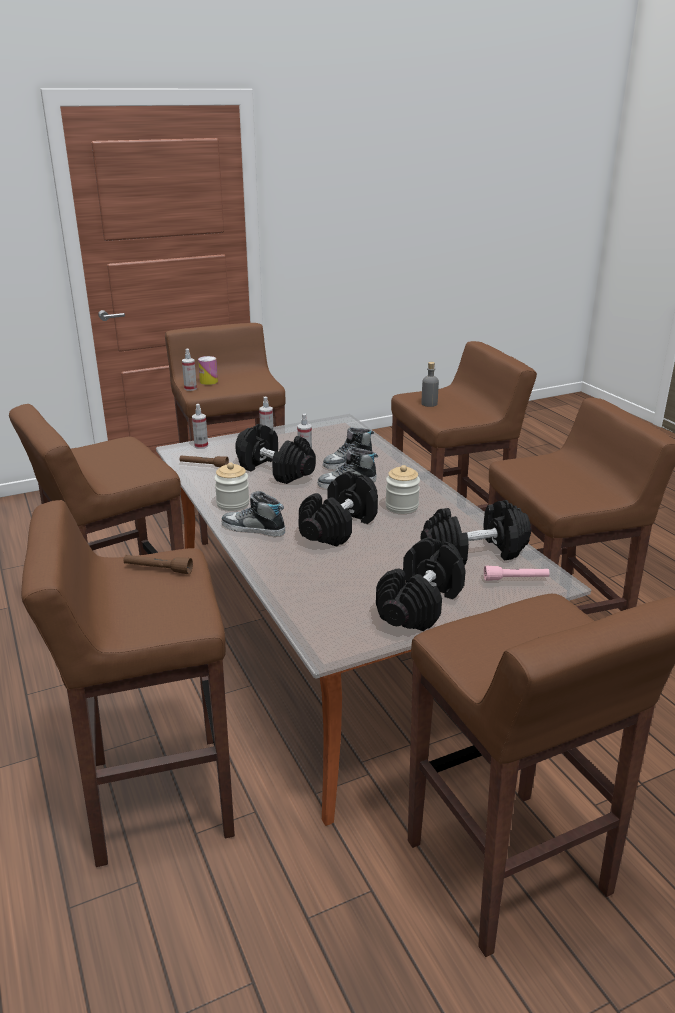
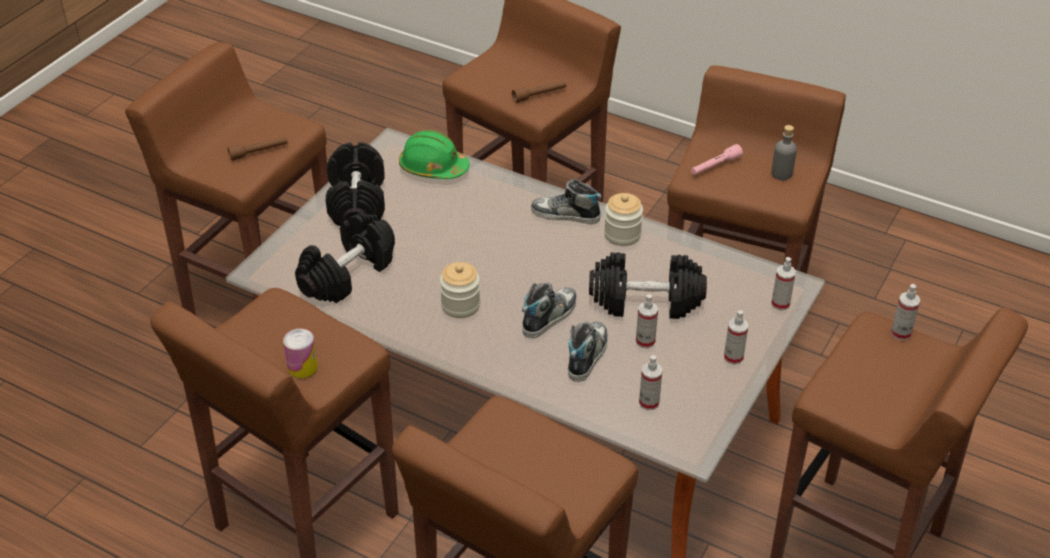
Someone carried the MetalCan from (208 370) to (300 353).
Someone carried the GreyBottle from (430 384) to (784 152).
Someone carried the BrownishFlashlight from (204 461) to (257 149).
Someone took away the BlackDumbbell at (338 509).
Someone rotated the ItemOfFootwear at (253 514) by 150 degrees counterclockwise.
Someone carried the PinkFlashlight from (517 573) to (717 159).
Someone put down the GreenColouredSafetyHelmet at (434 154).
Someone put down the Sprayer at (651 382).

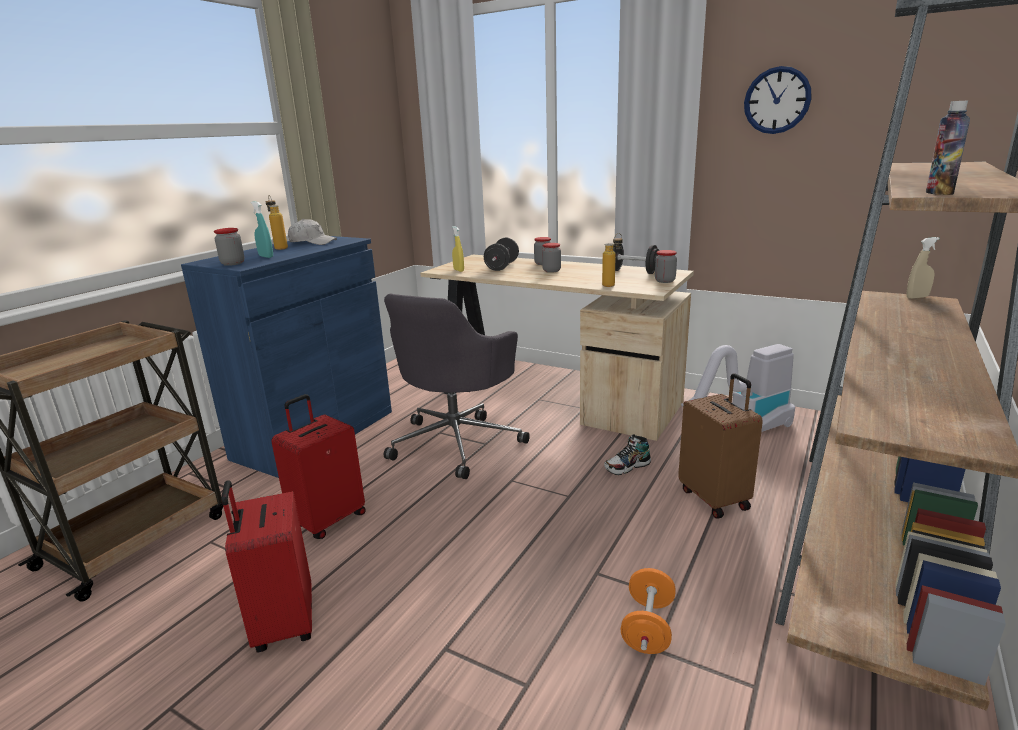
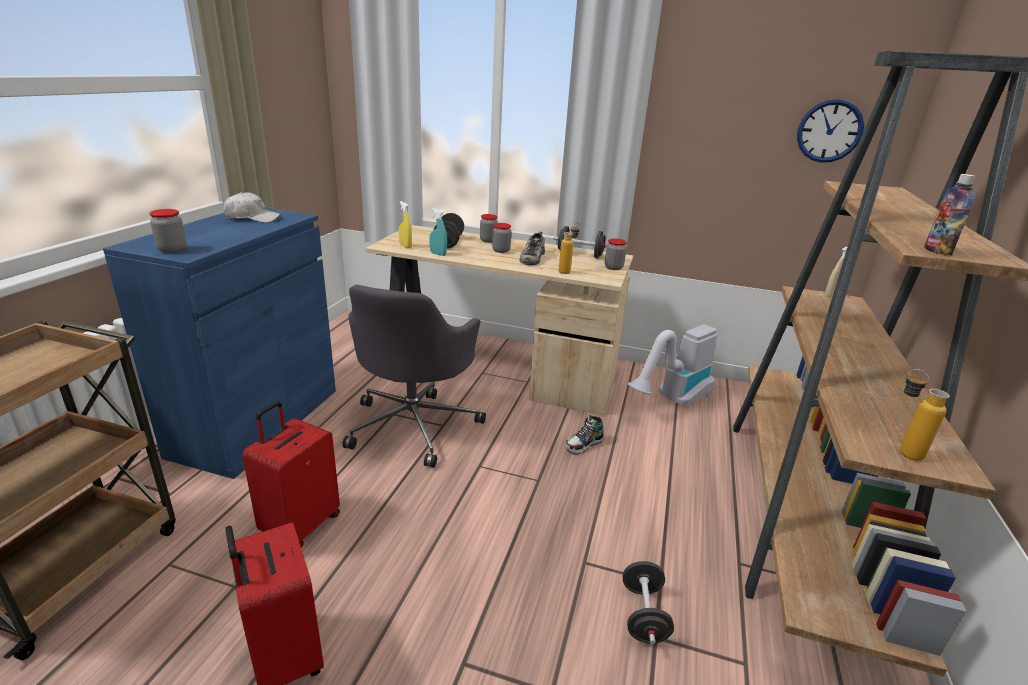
Someone carried the ClockOnTheWall from (778 100) to (830 131).
Someone carried the Bottle from (276 222) to (925 415).
Someone carried the TurquoiseSprayer from (262 229) to (438 232).
Someone took away the BrownishSuitcase at (720 446).
Someone repainted the OrangeyDumbbell at (648 611), which became the BlackDumbbell at (648 602).
Someone put down the ItemOfFootwear at (532 248).

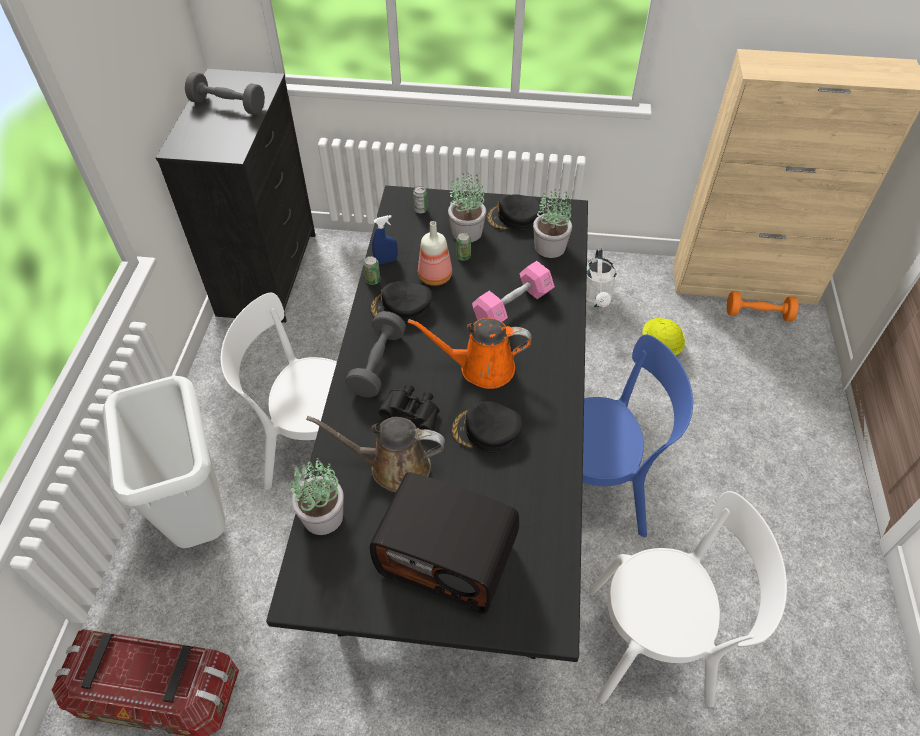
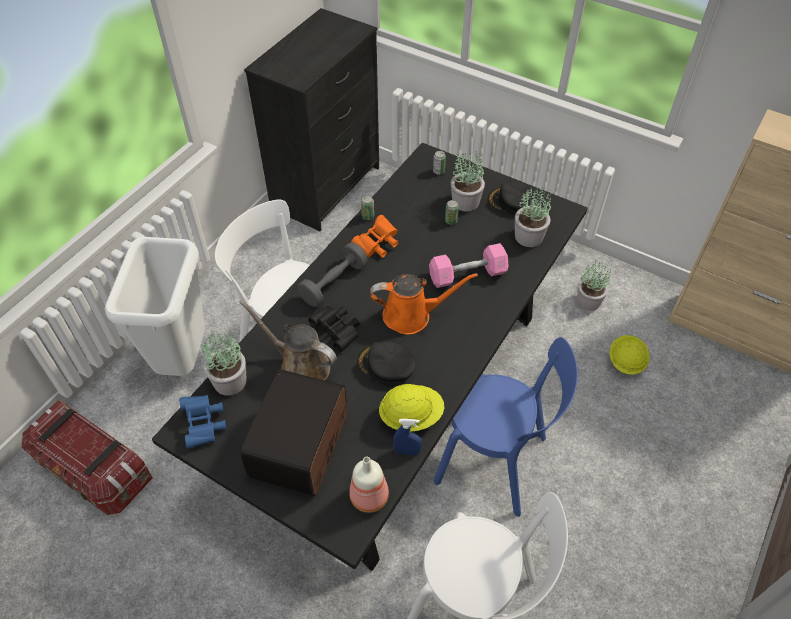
Someone took away the GreyDumbbell at (225 93).
Someone carried the BluishSprayer from (384 240) to (407 437).
Someone carried the Bottle from (435 253) to (369 485).
Someone swapped the WhiteWateringCan at (601 277) for the PlantInAPot at (594 285).
Someone swapped the BlackPeakedCap at (400 302) for the OrangeyFieldGlasses at (375 236).
Someone took away the OrangeyDumbbell at (763 306).
Someone rotated the OrangeyWateringCan at (469 353) by 150 degrees clockwise.
Someone rotated the RadioSet at (444 543) by 60 degrees clockwise.
Someone put down the YellowSafetyHelmet at (411 408).
Someone put down the BluishFieldGlasses at (202 421).

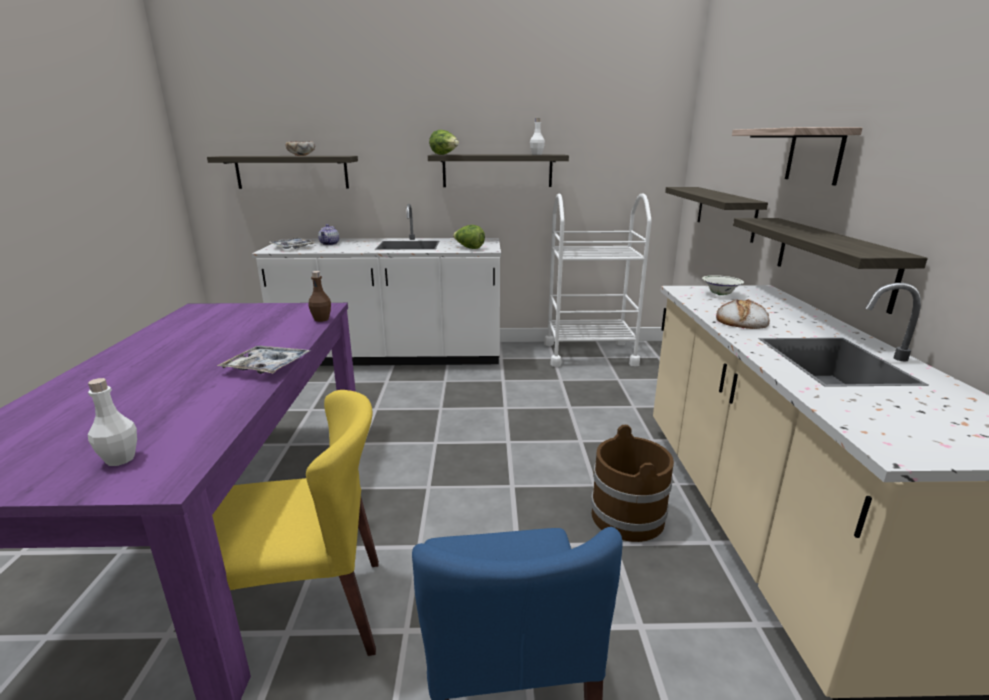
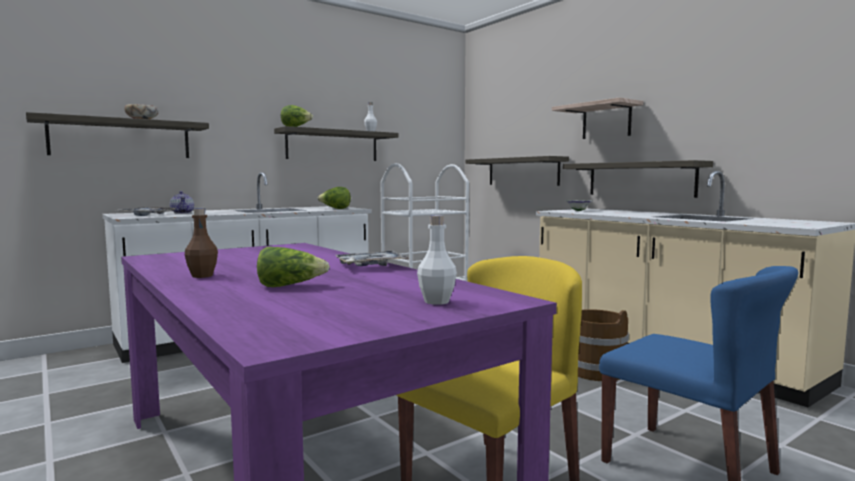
Someone carried the BrownishBottle from (320 296) to (201 243).
Someone took away the BakeryBread at (743 314).
Someone put down the Lettuce at (293 267).

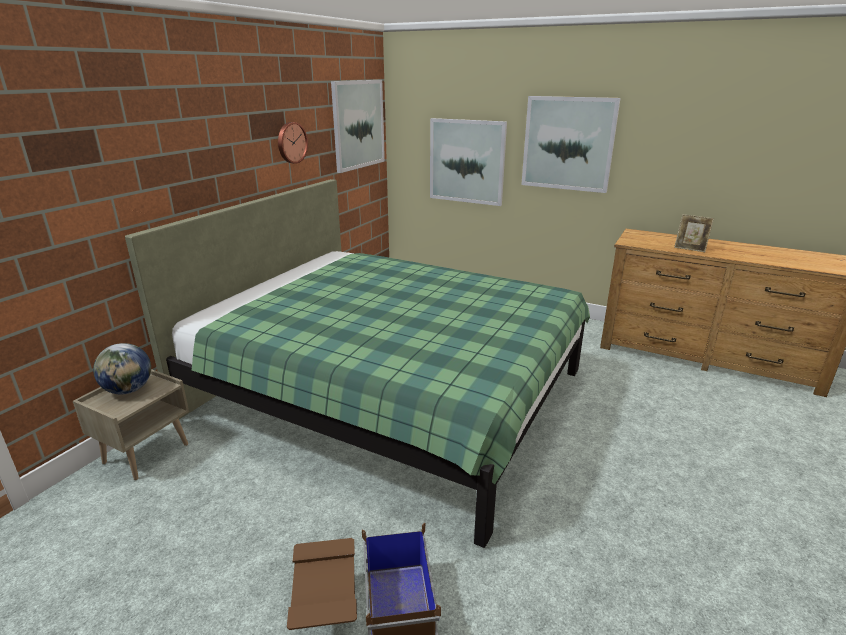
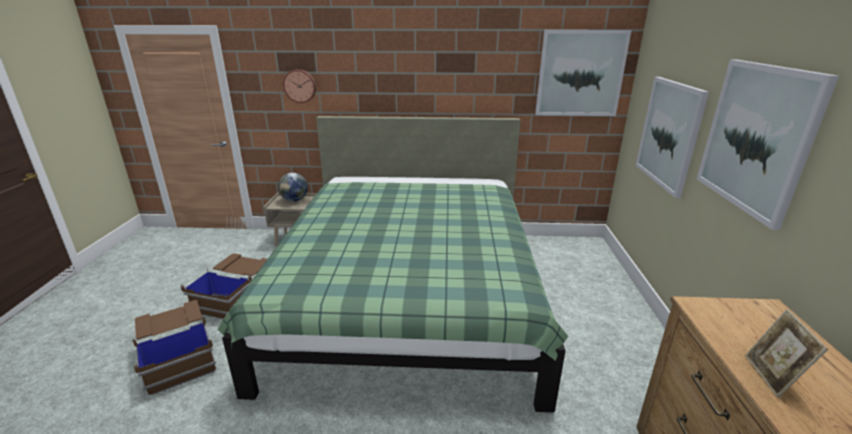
Someone carried the ClockOnTheWall from (293 143) to (299 86).
Someone put down the BrownishStorageBin at (224 286).

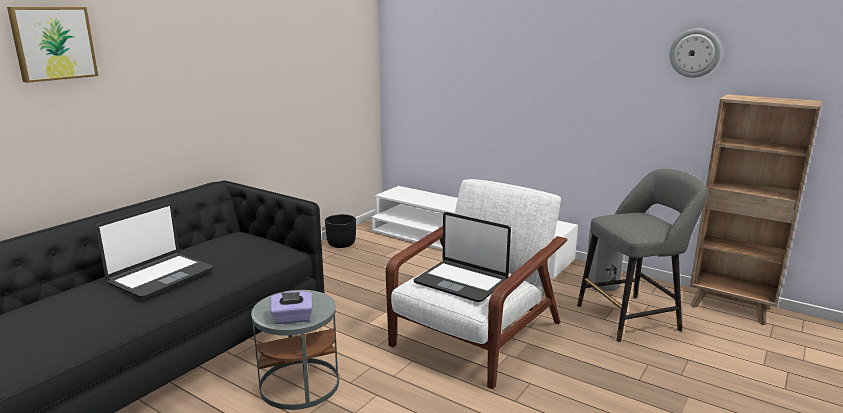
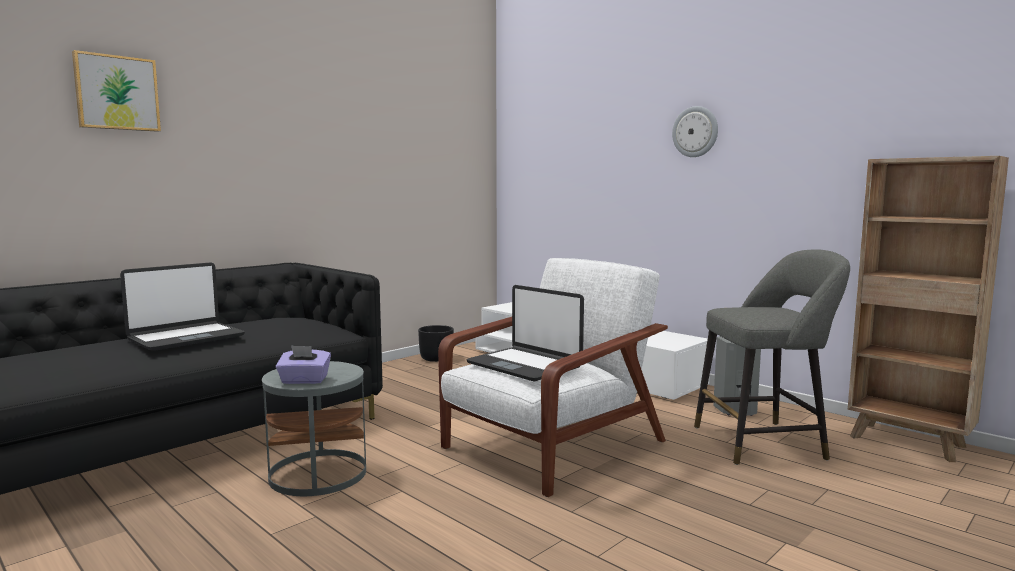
Someone carried the ClockOnTheWall from (695 53) to (695 131).

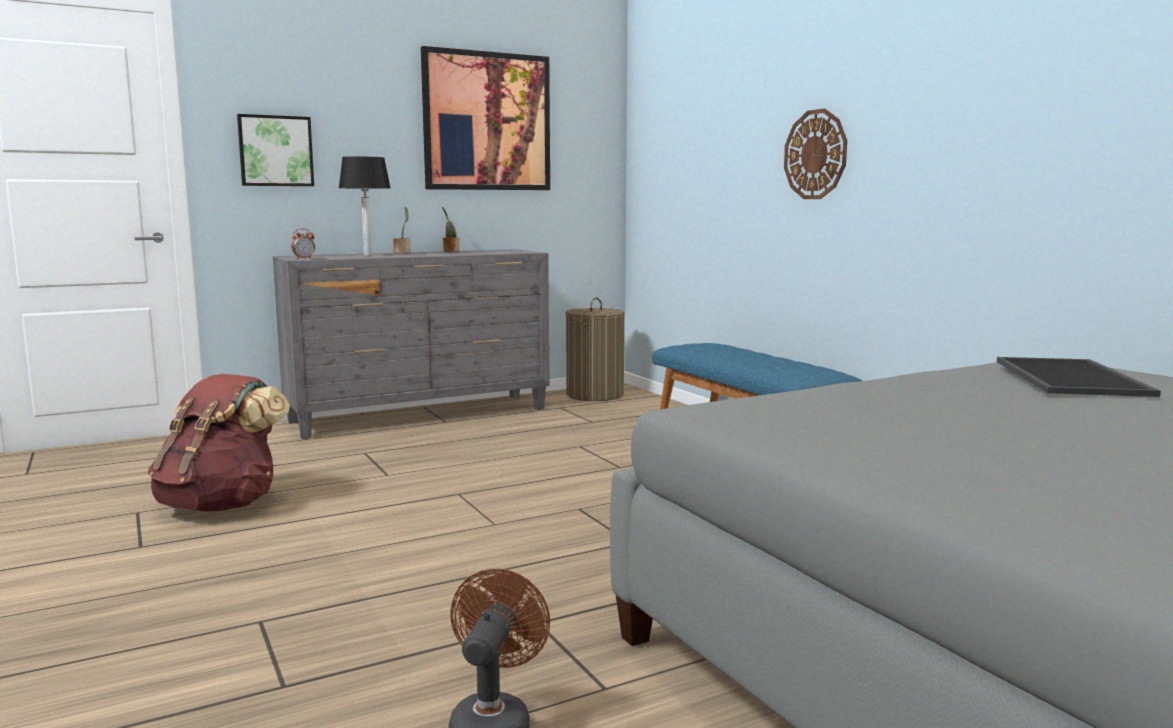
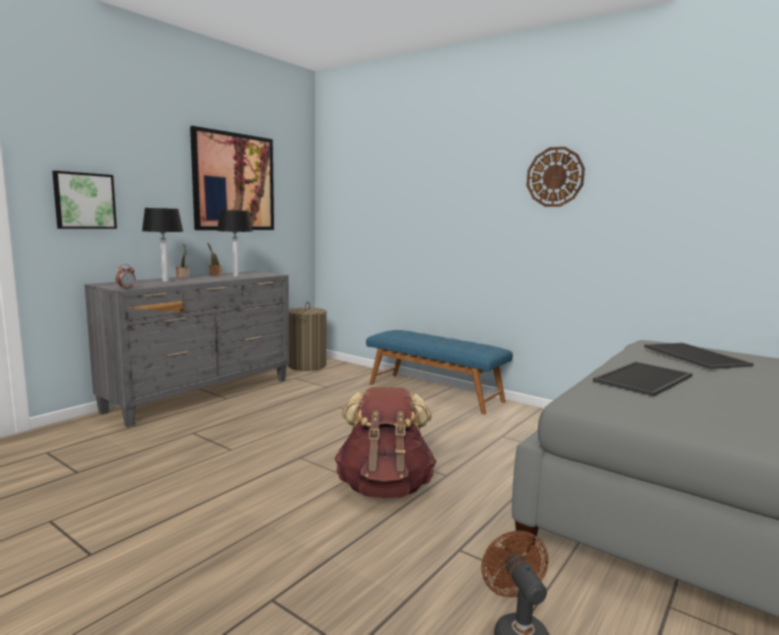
Someone carried the ClockOnTheWall from (815 154) to (555 177).
Someone carried the BrownishBackpack from (218 443) to (385 442).
Someone put down the TableLamp at (235 243).
Someone put down the CarryingTray at (643 379).

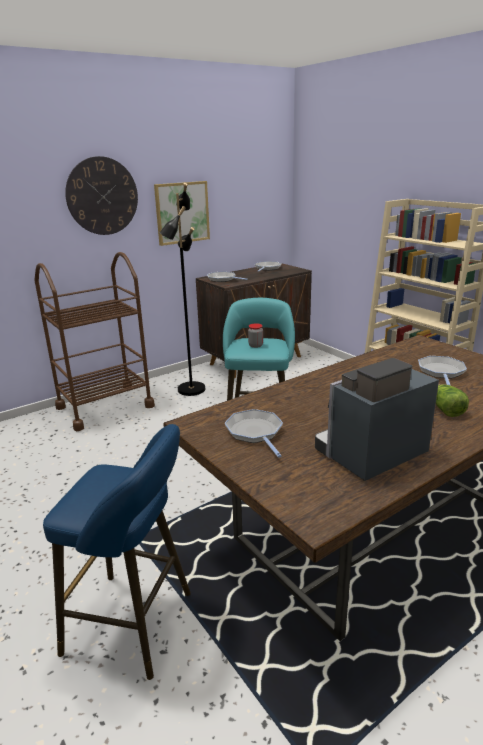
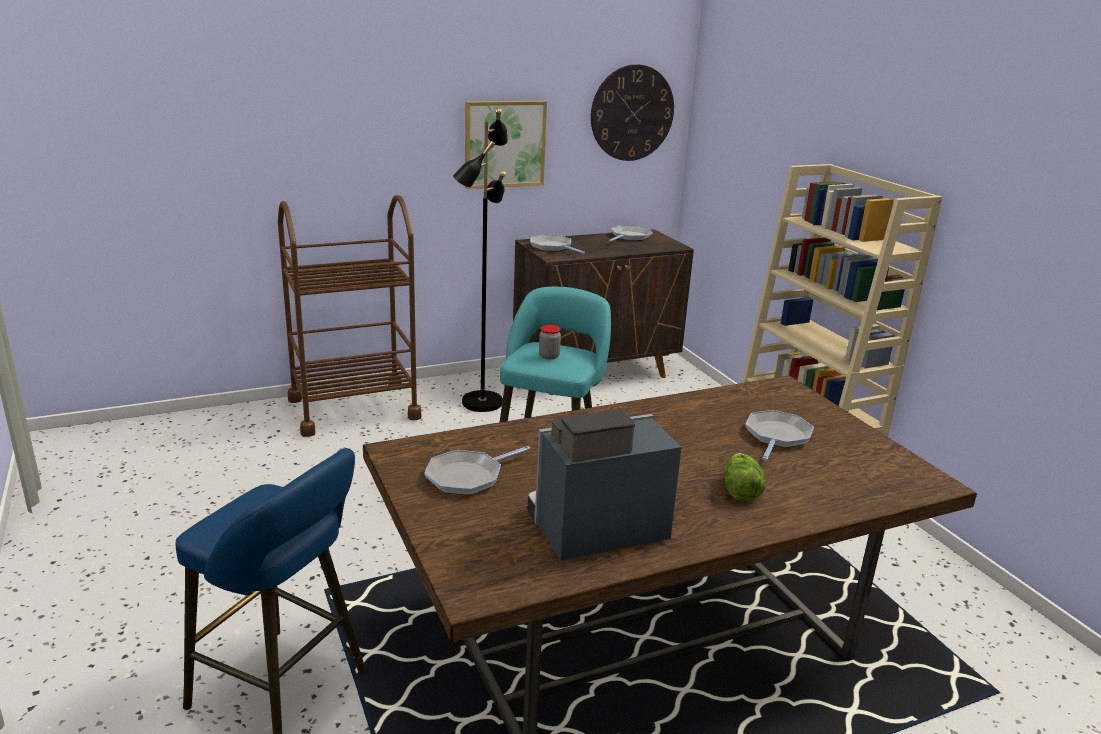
Someone carried the ClockOnTheWall from (101 195) to (632 112).
Someone rotated the FryingPan at (254 433) by 120 degrees counterclockwise.

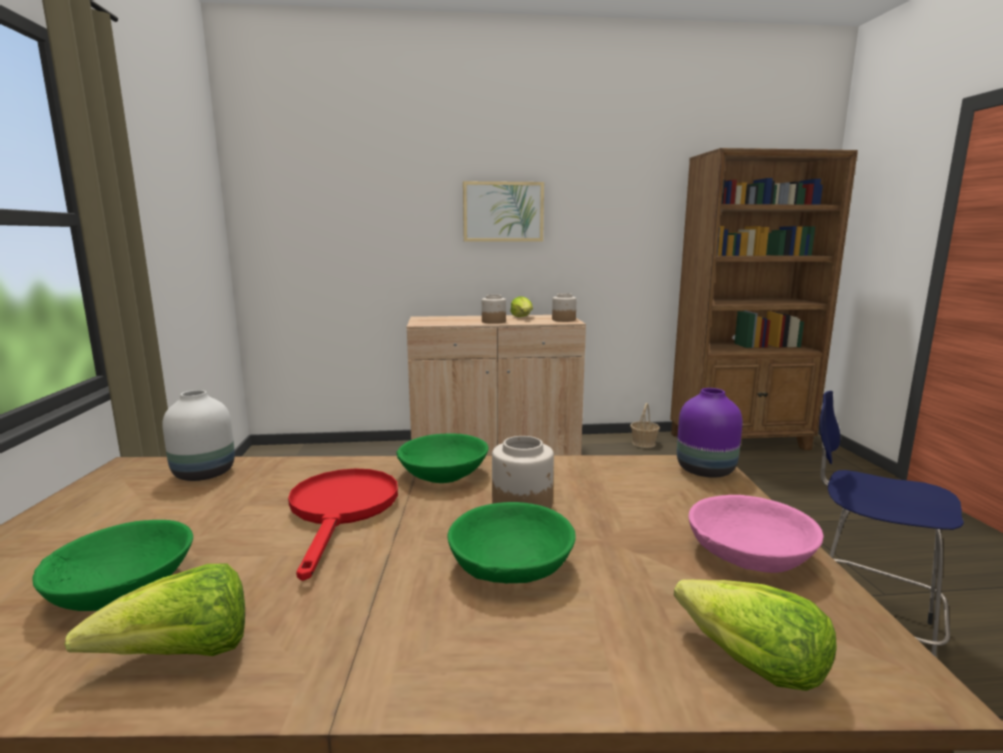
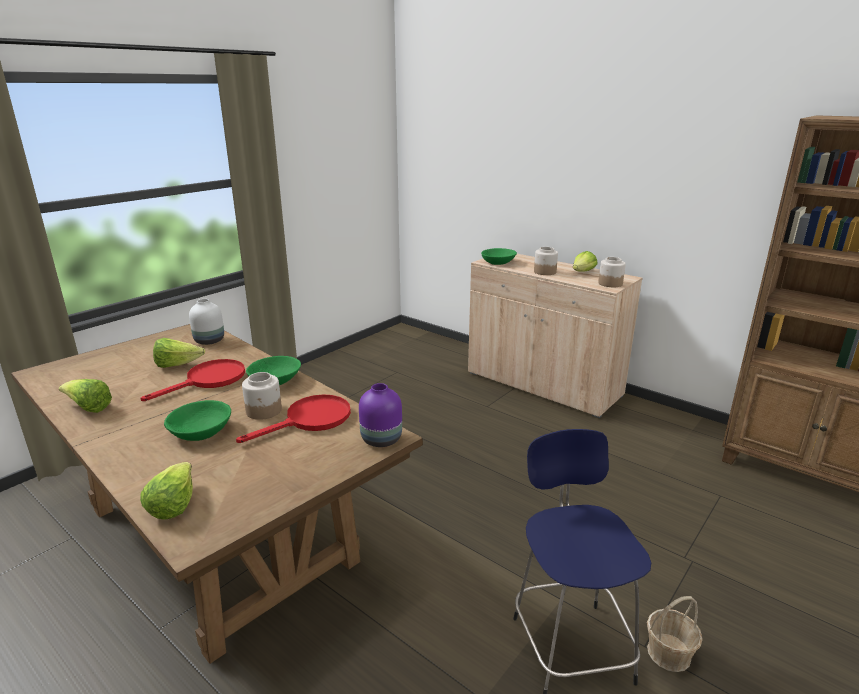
Someone took away the WallPicture at (503 211).
Someone carried the Basket from (645 425) to (675 634).
Someone took away the PinkBowl at (756 534).
Someone carried the GreenColouredBowl from (112 565) to (499 256).
Someone put down the Lettuce at (179 353).
Someone put down the RedFryingPan at (293 419).

